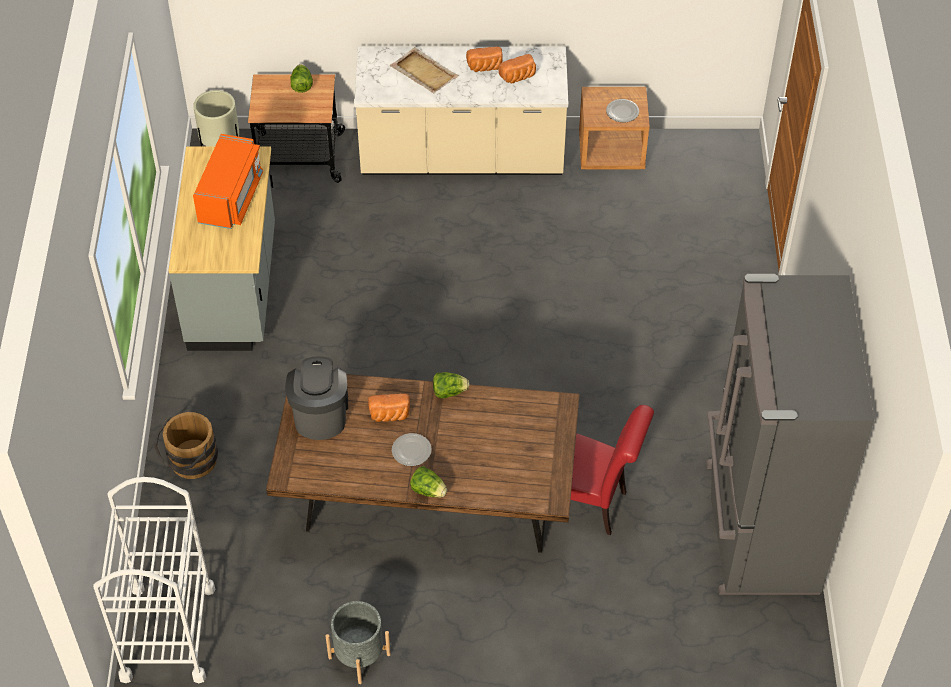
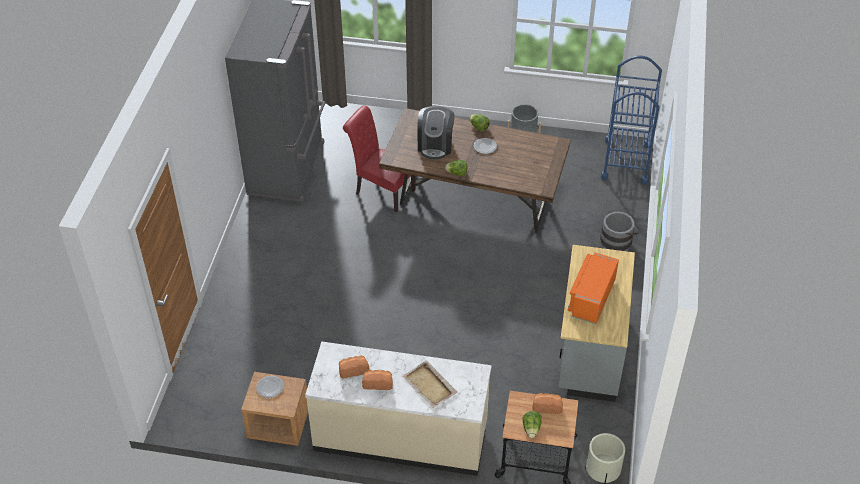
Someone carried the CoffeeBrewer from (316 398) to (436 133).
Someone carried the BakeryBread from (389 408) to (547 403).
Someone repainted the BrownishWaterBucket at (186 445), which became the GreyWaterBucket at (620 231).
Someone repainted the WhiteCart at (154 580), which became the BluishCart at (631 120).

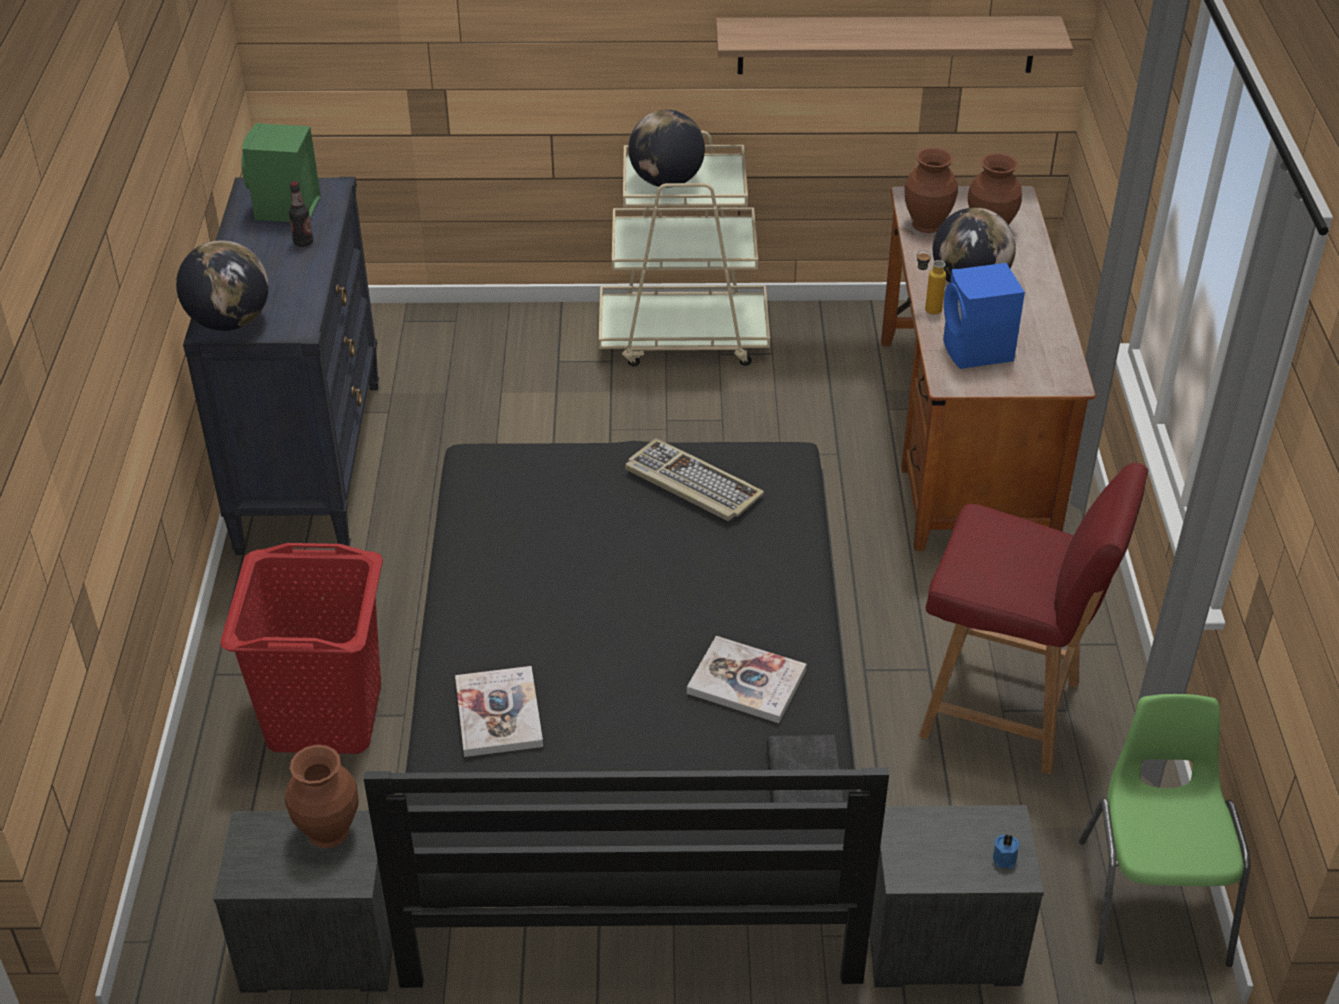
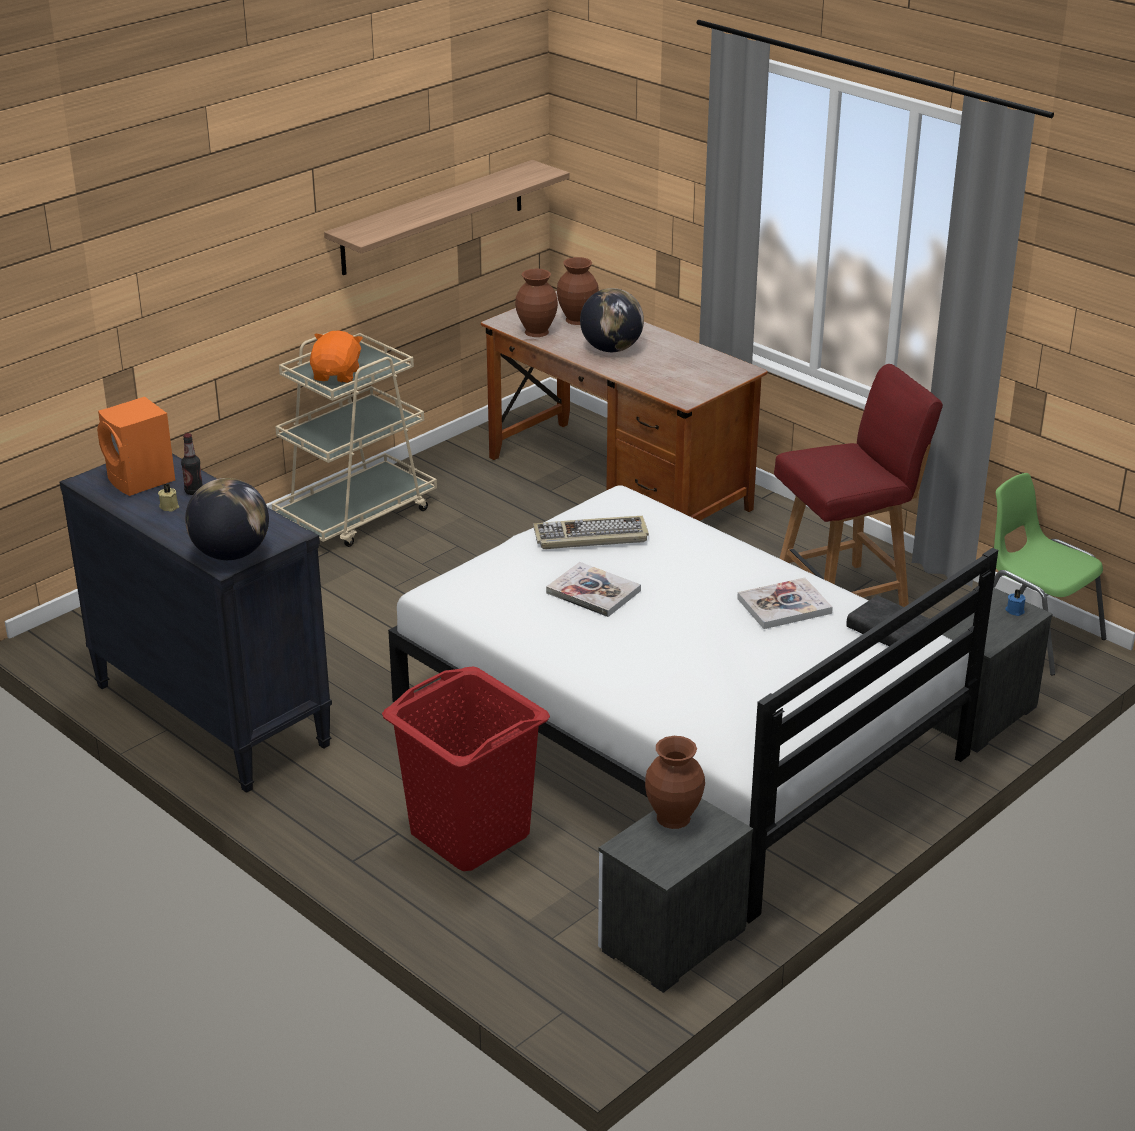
Someone swapped the WorldGlobe at (666 149) for the OrangeyCuddlyToy at (336 356).
Someone repainted the GreenColouredAudioSpeaker at (281 172), which became the OrangeyAudioSpeaker at (136 446).
Someone took away the Bottle at (931 282).
Someone took away the BluishAudioSpeaker at (984 316).
Someone repainted the BlackSleepingBed at (626 714), which became the WhiteSleepingBed at (693 704).
Someone carried the Book from (499 711) to (593 589).
Someone put down the BeigeWaxLight at (168 497).

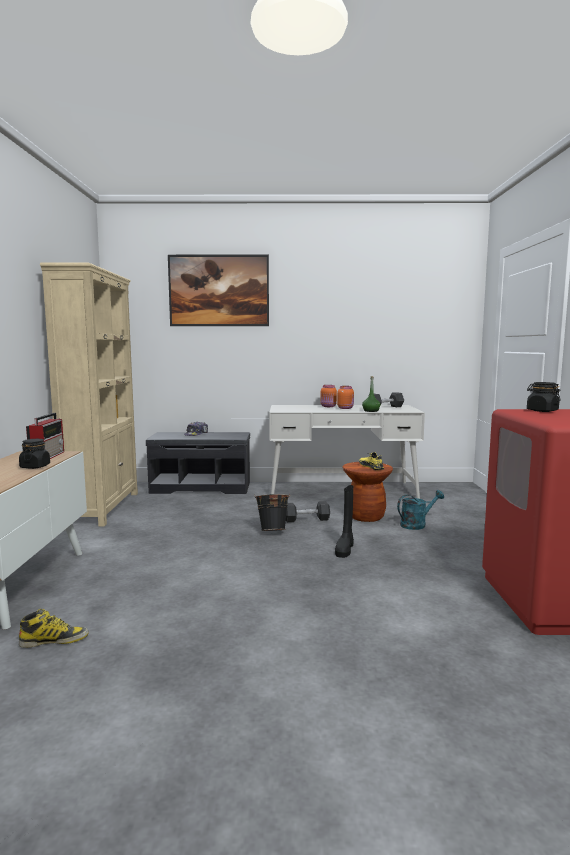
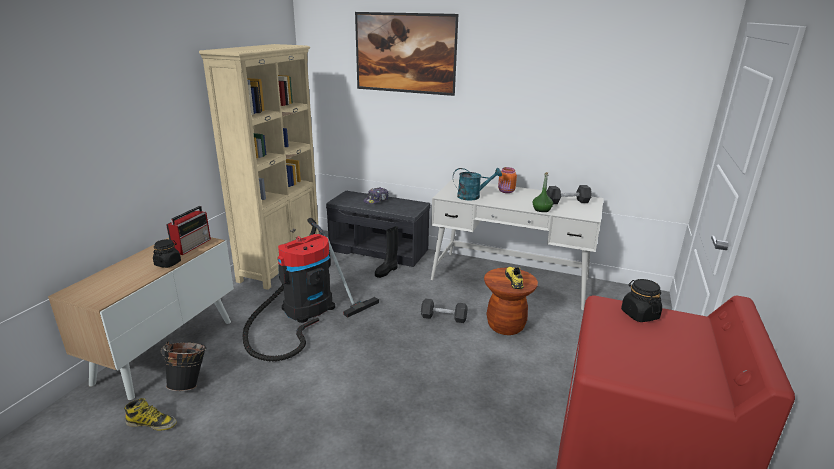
Someone took away the OrangeyJar at (345 397).
Someone carried the BlackTallBoot from (344 521) to (386 252).
Someone carried the TurquoiseWateringCan from (420 510) to (477 184).
Someone carried the BlackWaterBucket from (272 512) to (184 366).
Someone put down the VacuumCleaner at (310 289).

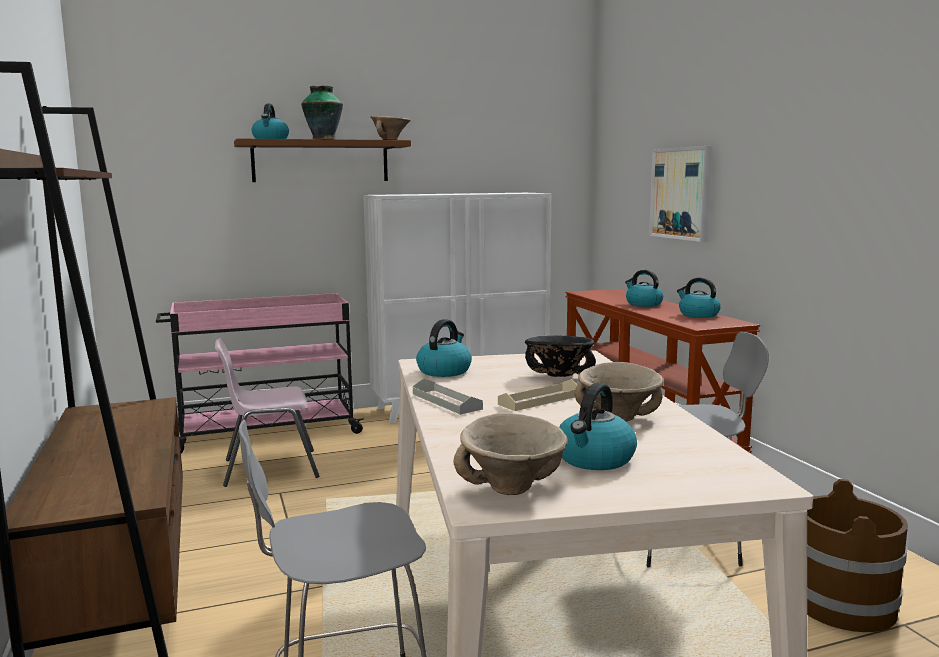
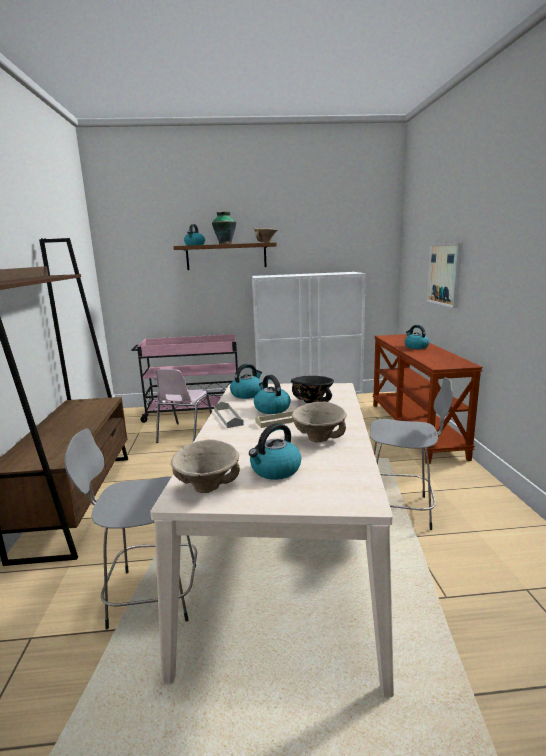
Someone carried the TeaKettle from (699 297) to (272 394).
Someone rotated the PinkPlainChair at (267 412) by 75 degrees counterclockwise.
Someone took away the BrownishWaterBucket at (857 555).

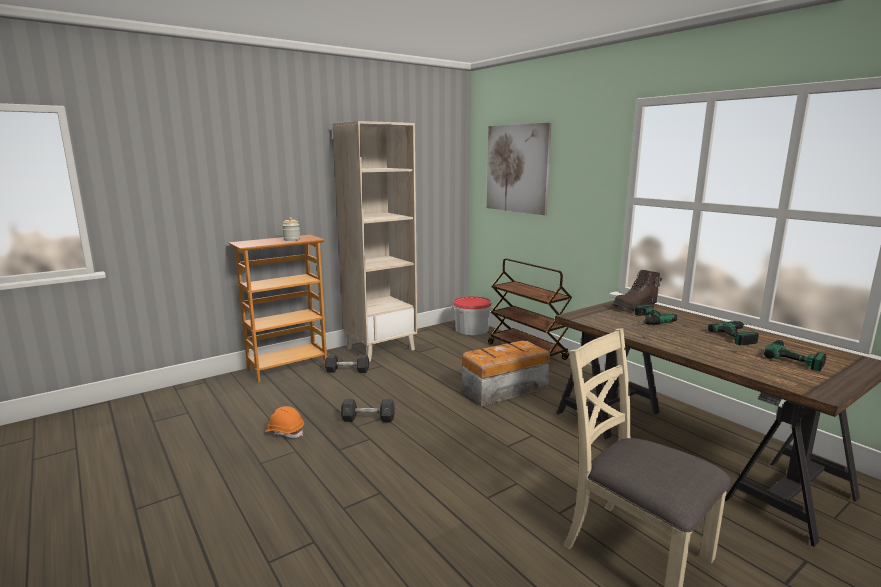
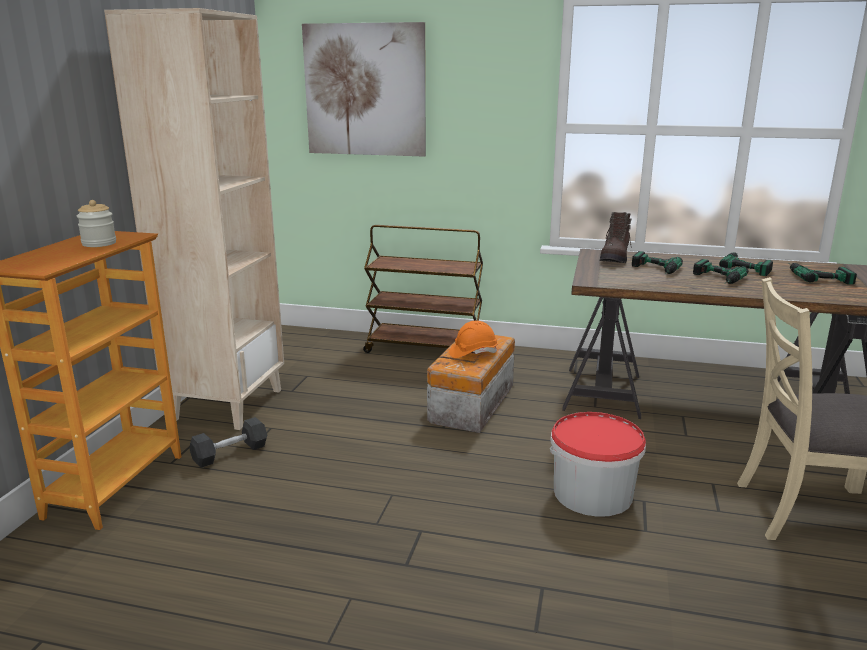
Someone carried the WaterBucket from (472 315) to (598 464).
Someone took away the GreyDumbbell at (368 410).
Someone carried the OrangeySafetyHelmet from (284 422) to (473 339).
Someone put down the ElectricDrill at (720 271).

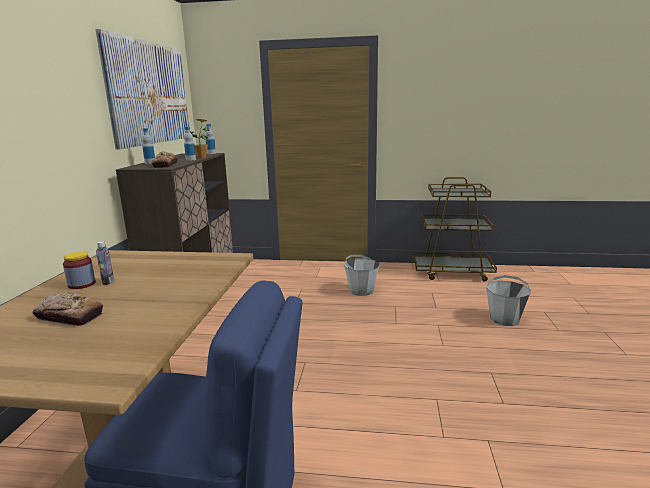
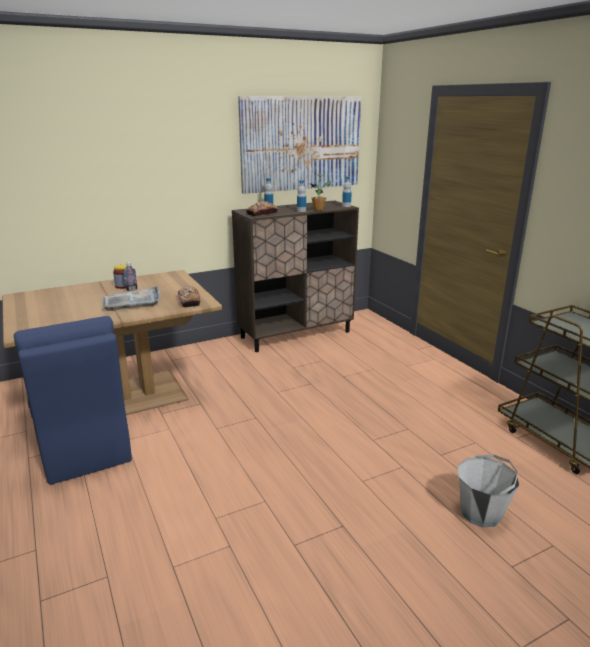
Someone took away the GreyWaterBucket at (362 275).
Someone carried the BakeryBread from (67 309) to (189 297).
Someone put down the GreyCarryingTray at (131 298).

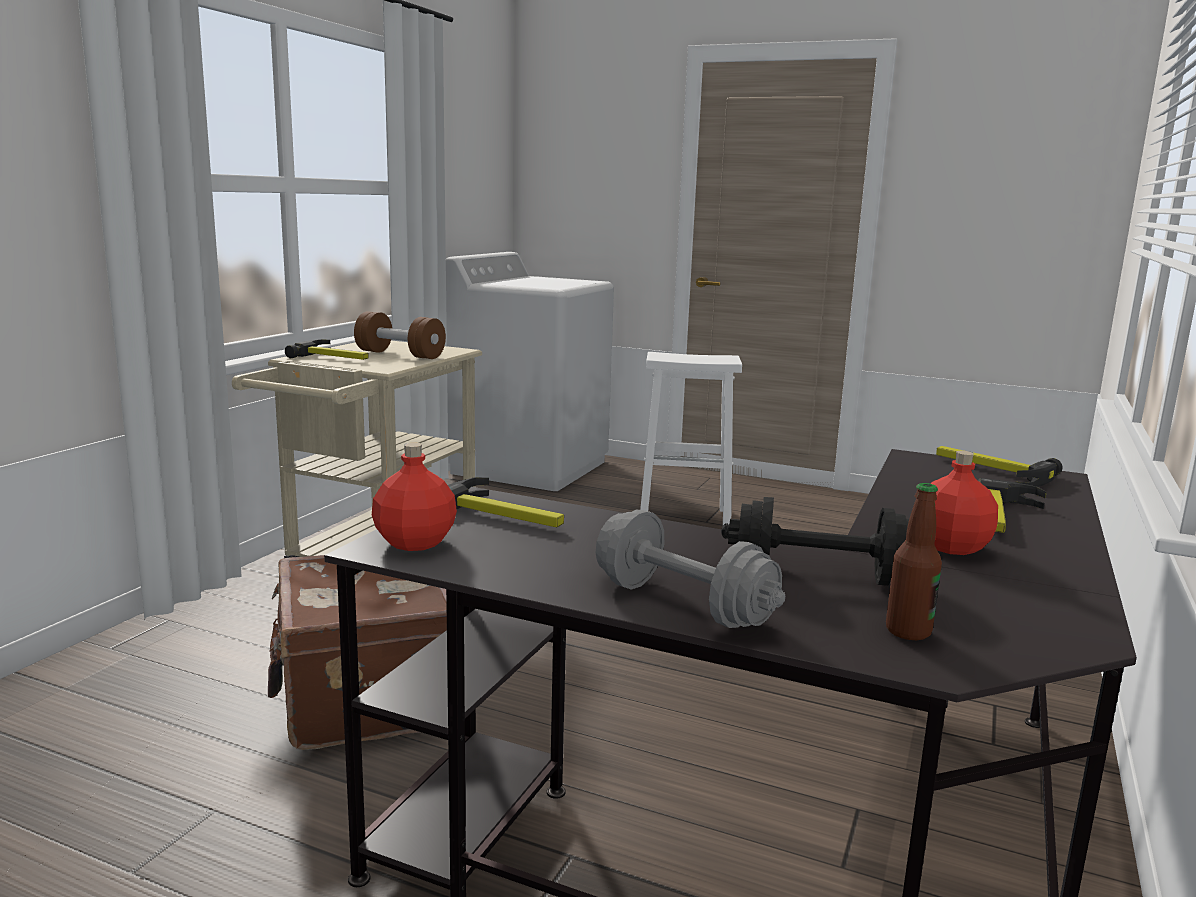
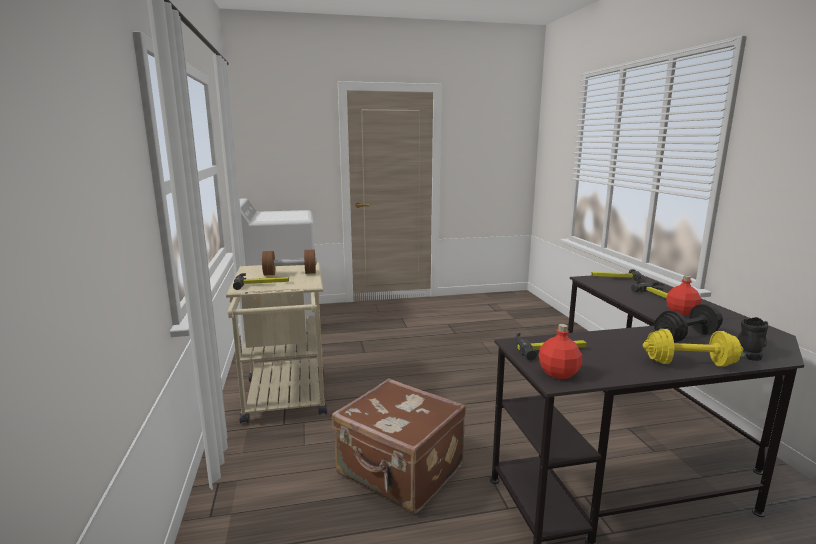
Someone took away the WhiteStool at (691 438).
Someone swapped the Bottle at (914 561) for the BlackTallBoot at (752 339).
Someone repainted the GreyDumbbell at (690 568), which became the YellowDumbbell at (693 348).

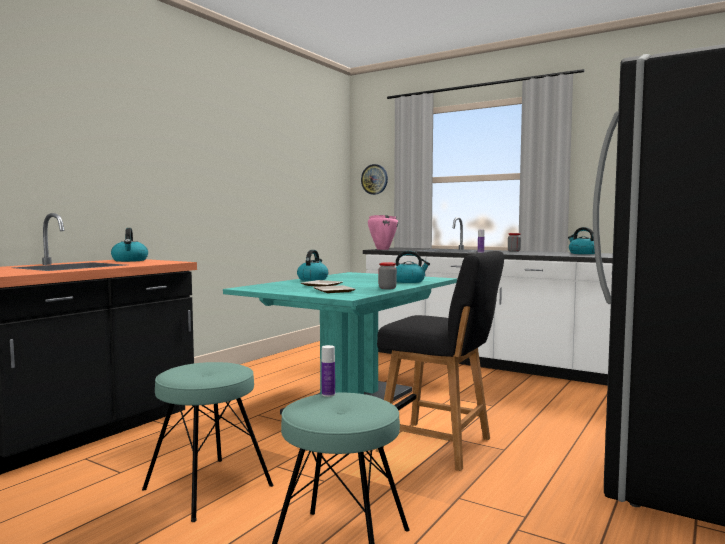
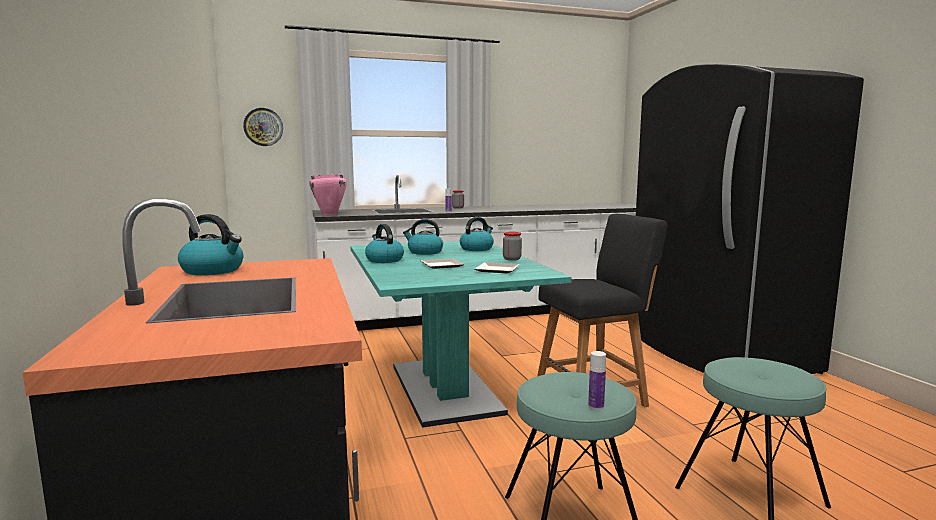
Someone carried the TeaKettle from (581 240) to (423 237).
Someone carried the Bottle from (328 371) to (597 380).

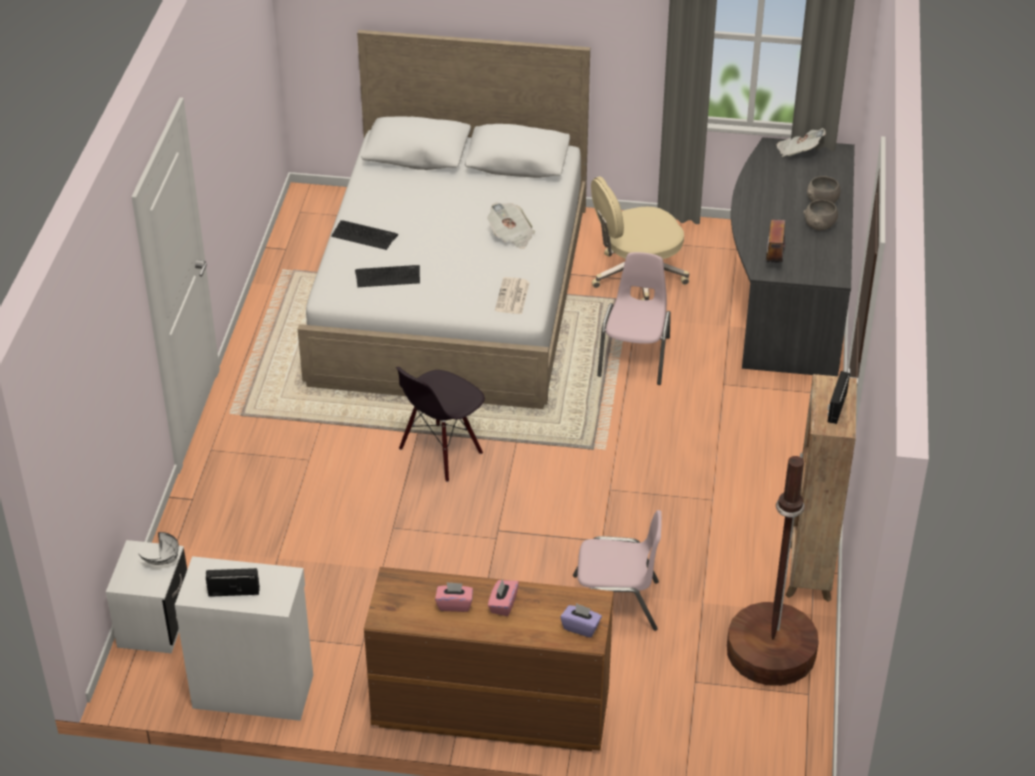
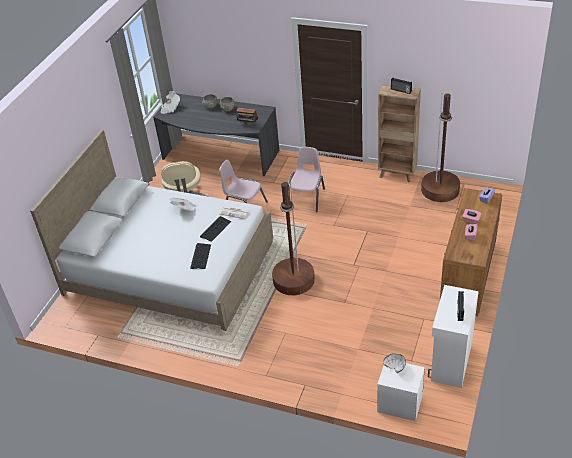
Someone carried the PcKeyboard from (364 235) to (215 229).
Someone swapped the BlackPlainChair at (440 424) for the BrownishFloorLamp at (293 238).
Someone carried the PinkPlainChair from (617 570) to (306 179).

